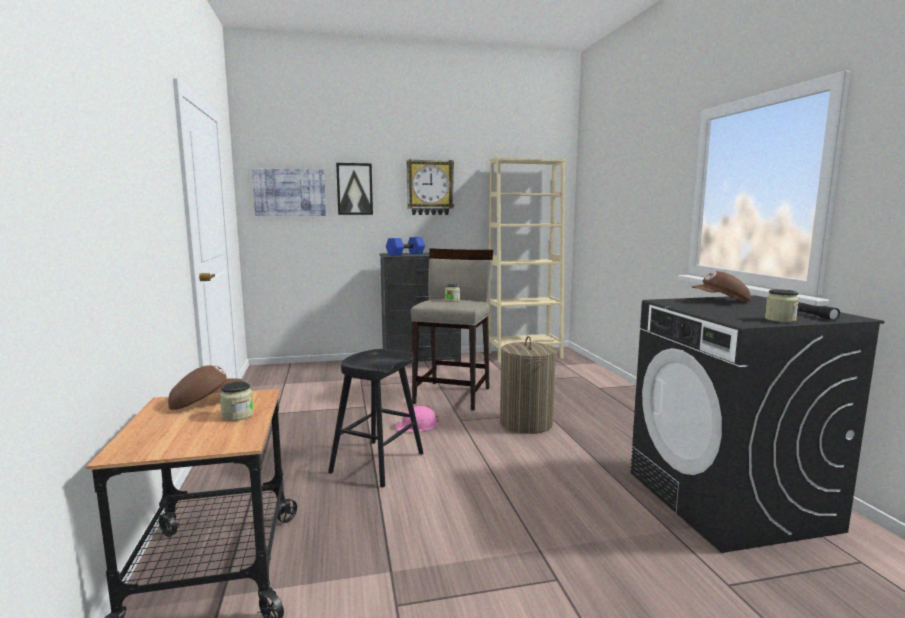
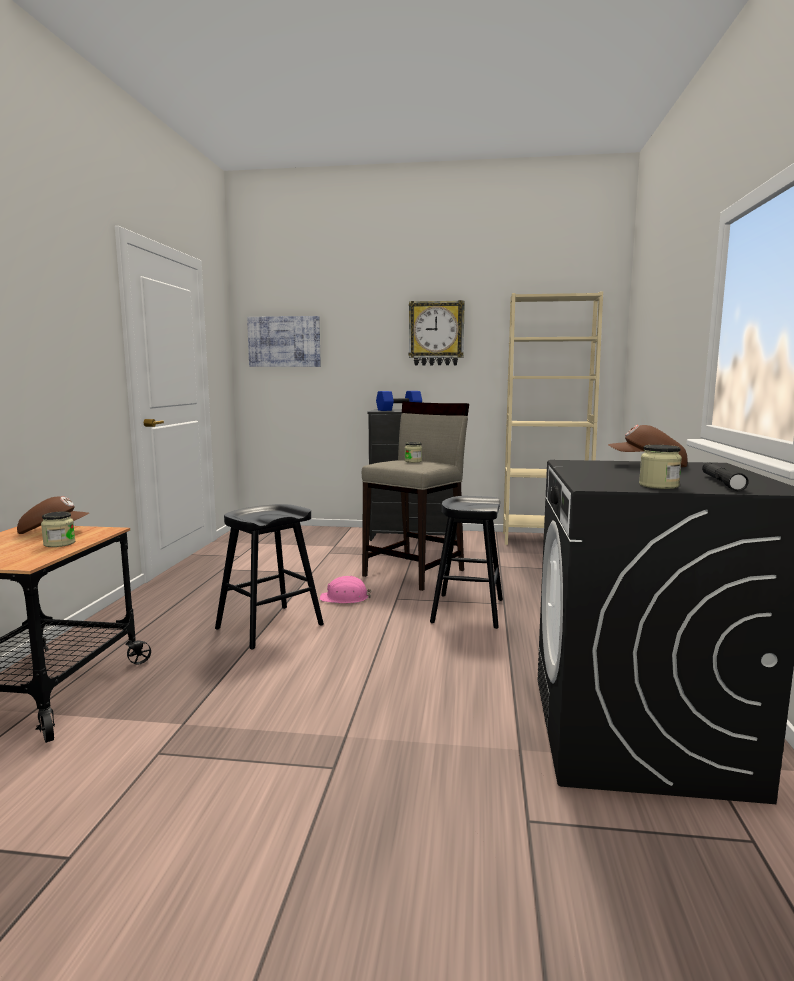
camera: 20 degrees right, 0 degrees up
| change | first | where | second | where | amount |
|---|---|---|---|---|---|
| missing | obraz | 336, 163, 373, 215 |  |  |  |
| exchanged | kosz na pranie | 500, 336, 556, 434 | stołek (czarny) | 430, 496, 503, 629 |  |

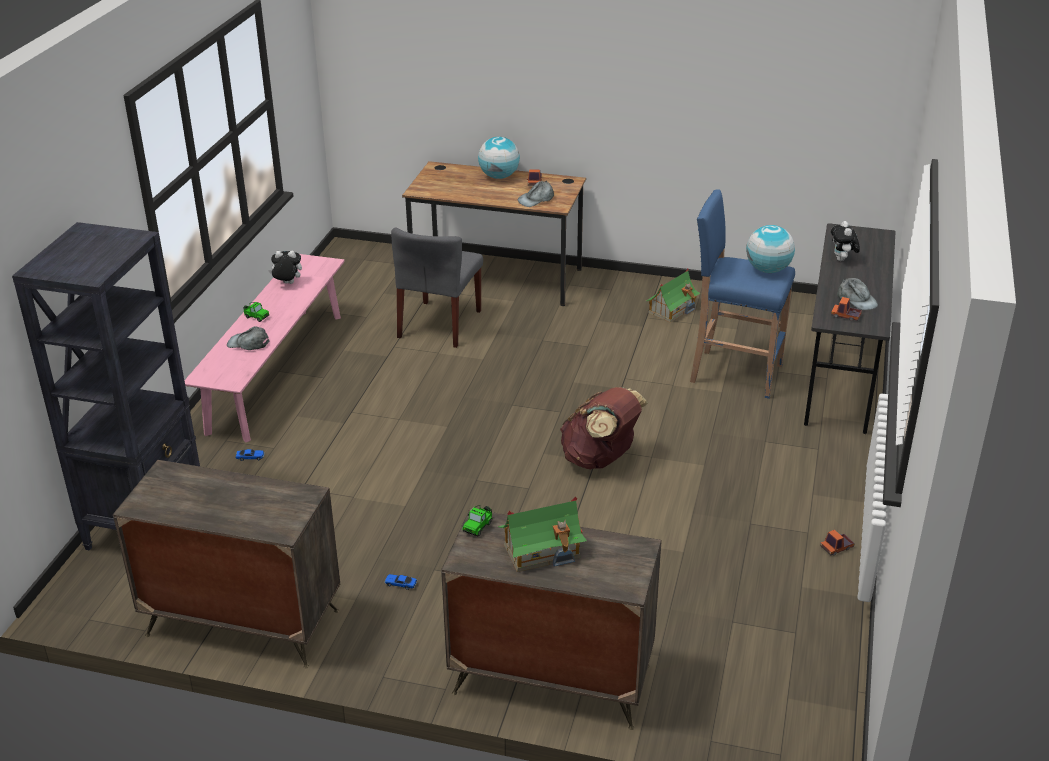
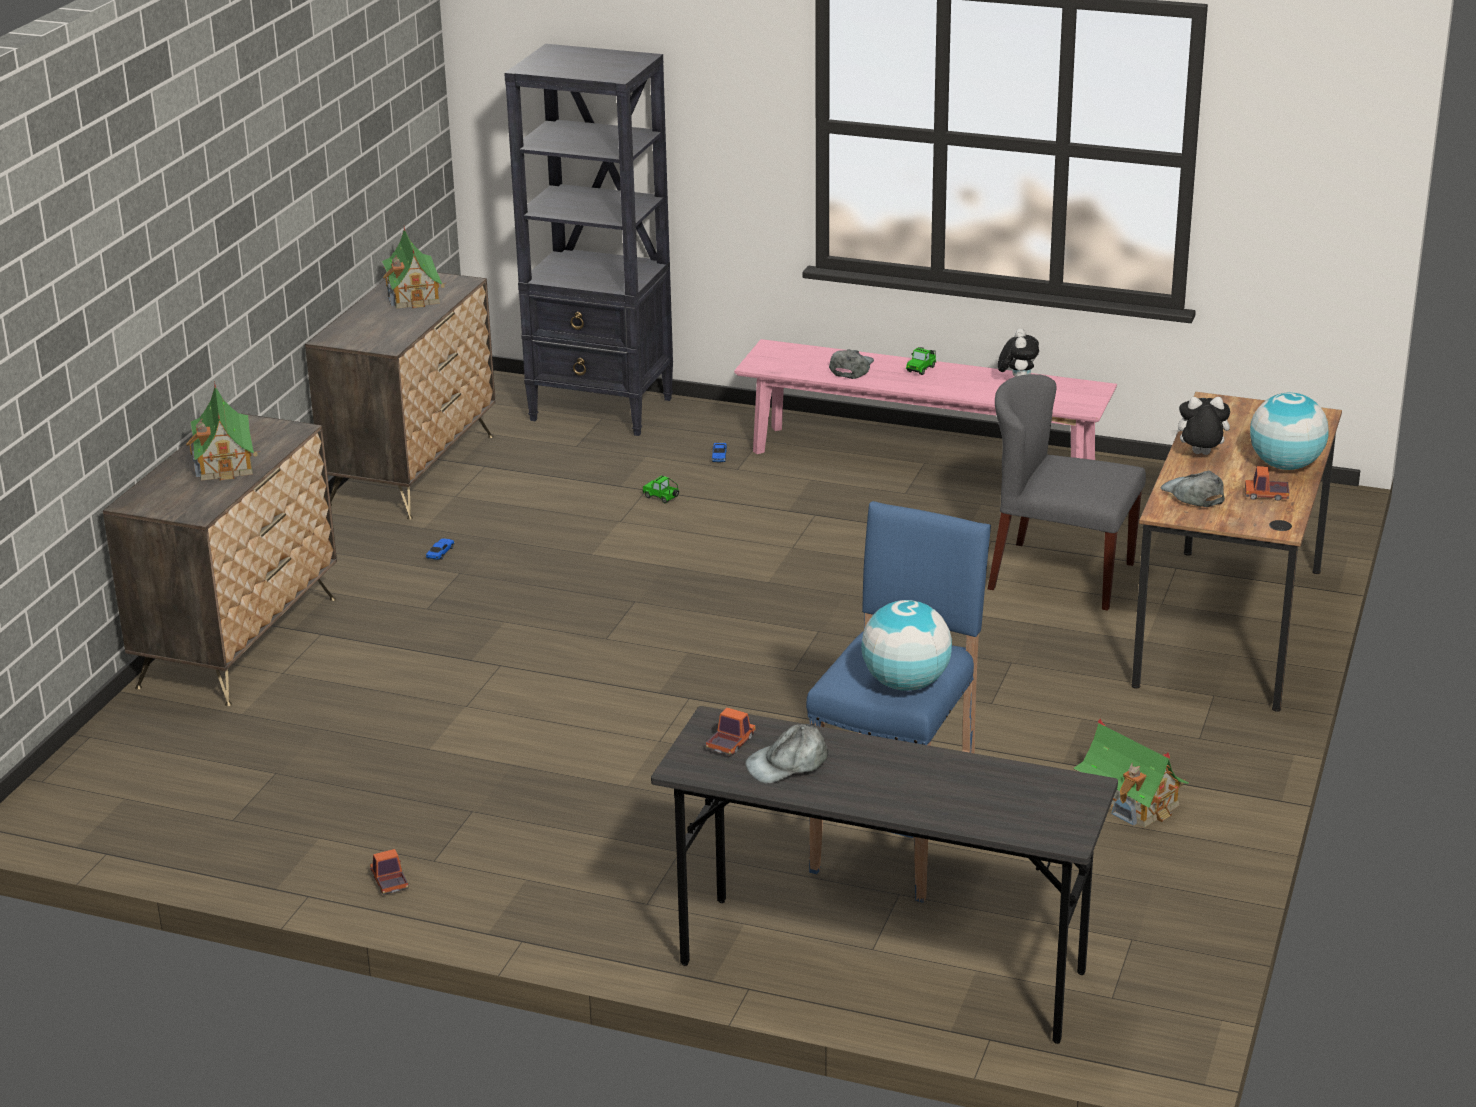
camera: 95 degrees right, 5 degrees down
| change | first | where | second | where | amount |
|---|---|---|---|---|---|
| relocated | pluszak | 831, 221, 860, 261 |  | 1171, 397, 1230, 455 |  |
| missing | plecak (brązowy) | 560, 387, 648, 469 |  |  |  |
| relocated | samochodzik | 462, 505, 493, 536 |  | 642, 476, 679, 503 |  |
| appeared |  |  | domek | 382, 227, 446, 309 |  |

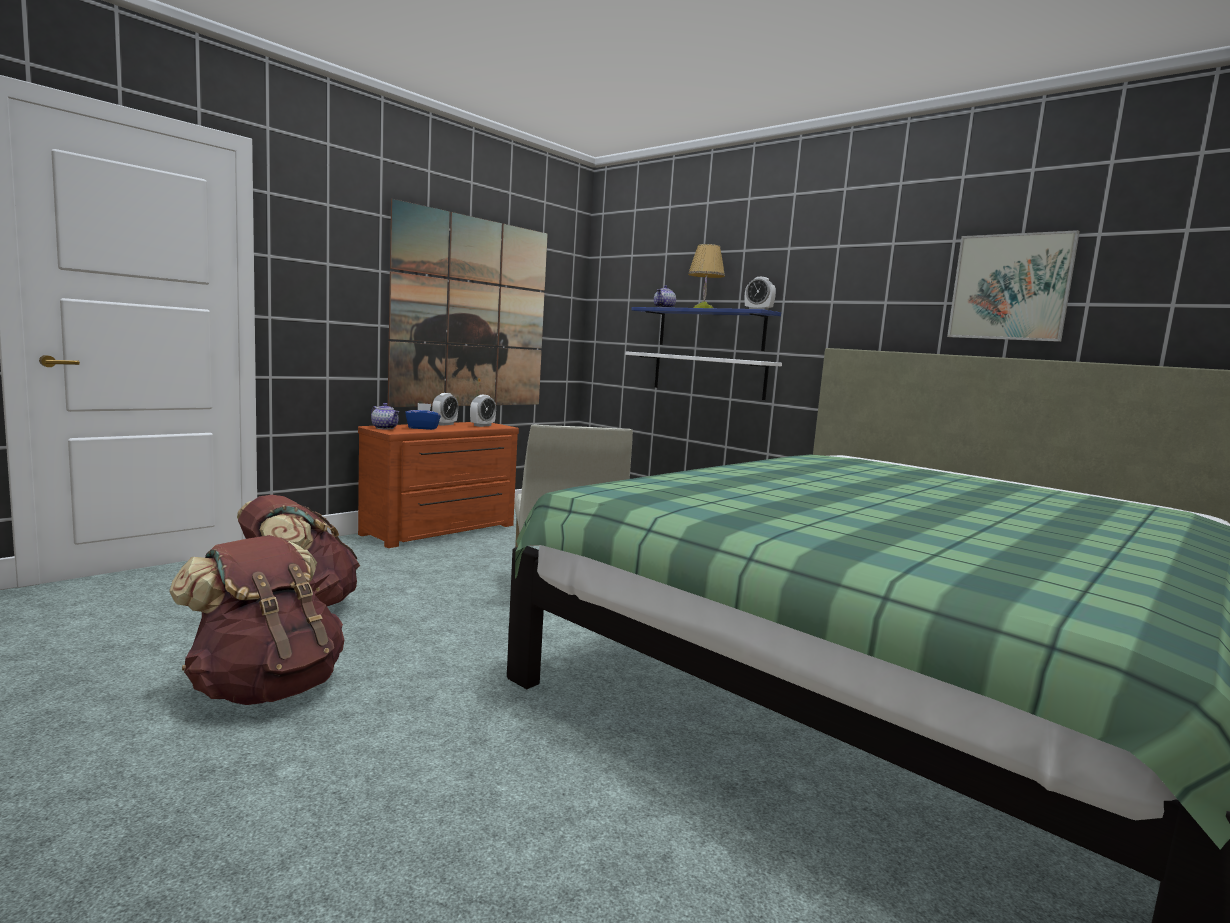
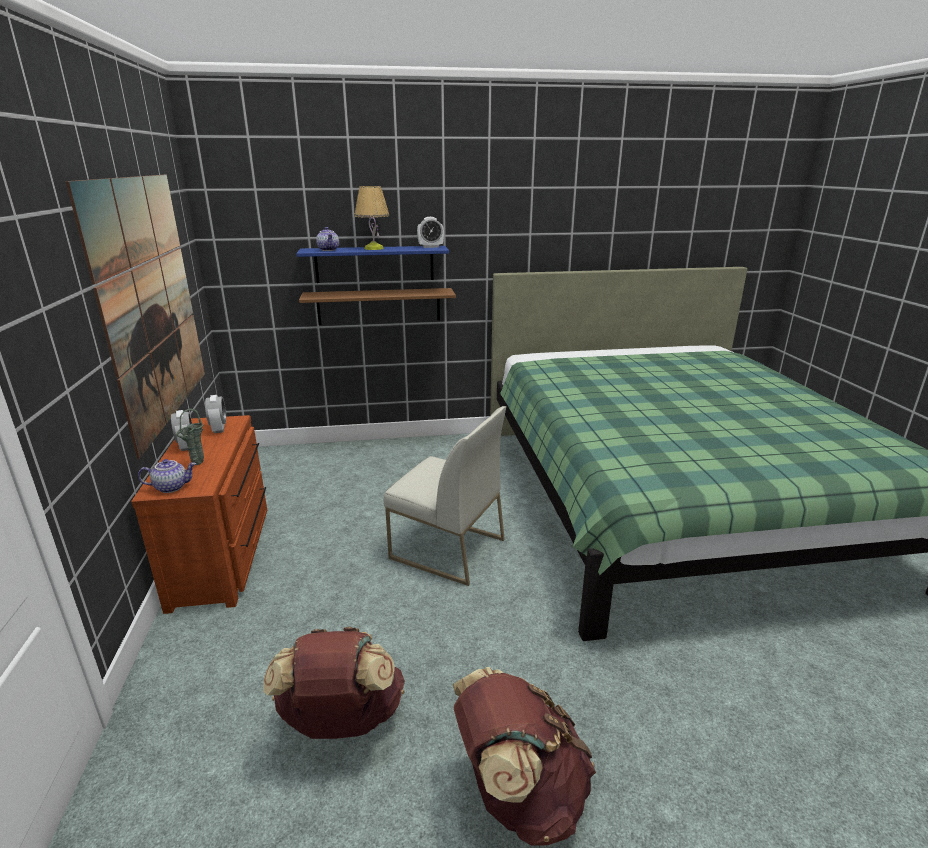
camera: 50 degrees left, 15 degrees up
| change | first | where | second | where | amount |
|---|---|---|---|---|---|
| missing | obraz | 947, 230, 1080, 342 |  |  |  |
| colour | półka (biały) | 625, 352, 782, 400 | półka (brązowy) | 299, 288, 456, 325 |  |
| exchanged | pudełko chusteczek (niebieski) | 405, 403, 441, 430 | wazon (zielony) | 176, 409, 204, 465 |  |

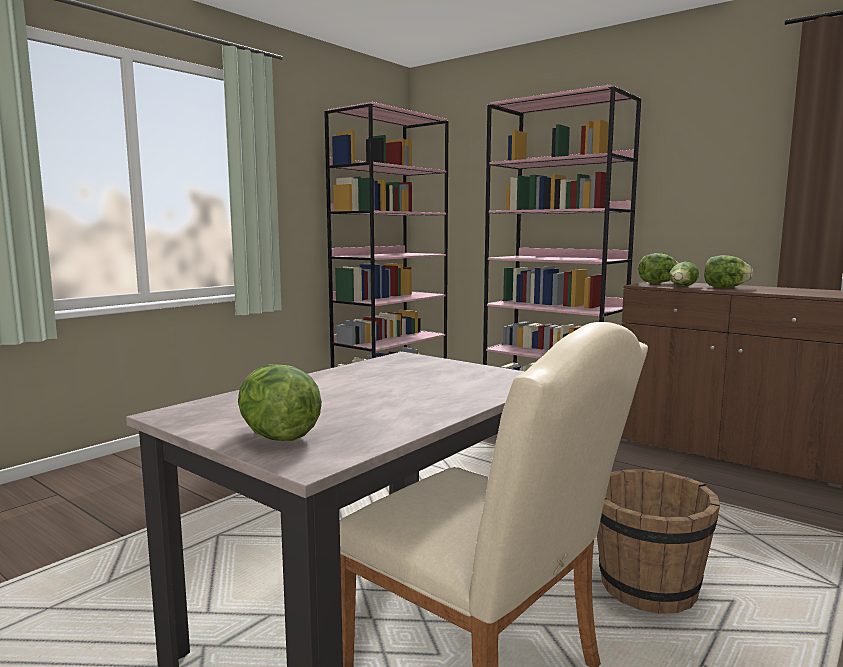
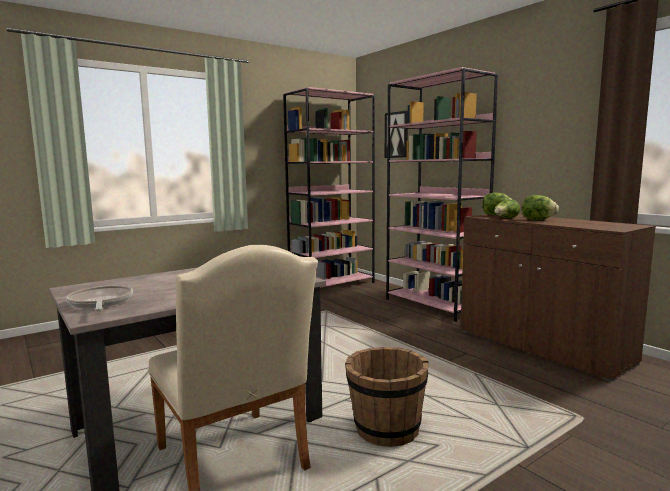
camera: 15 degrees right, 0 degrees up
| change | first | where | second | where | amount |
|---|---|---|---|---|---|
| exchanged | sałata | 238, 364, 322, 441 | patelnia | 66, 285, 133, 310 |  |
| appeared |  |  | obraz | 385, 111, 408, 158 |  |

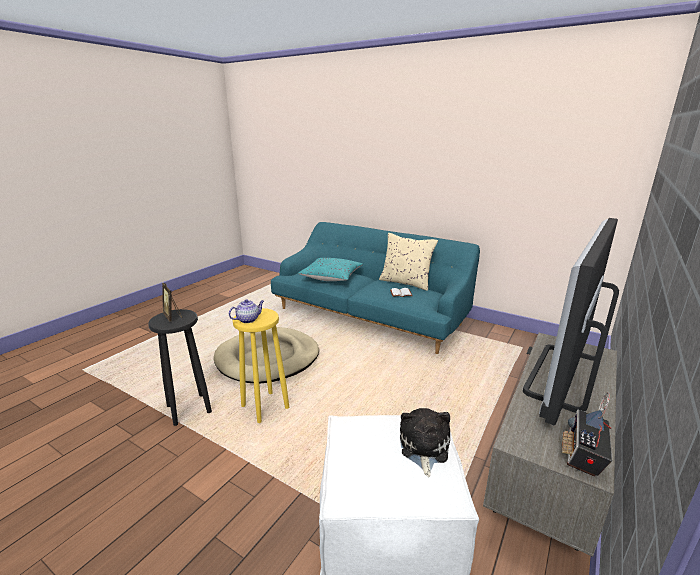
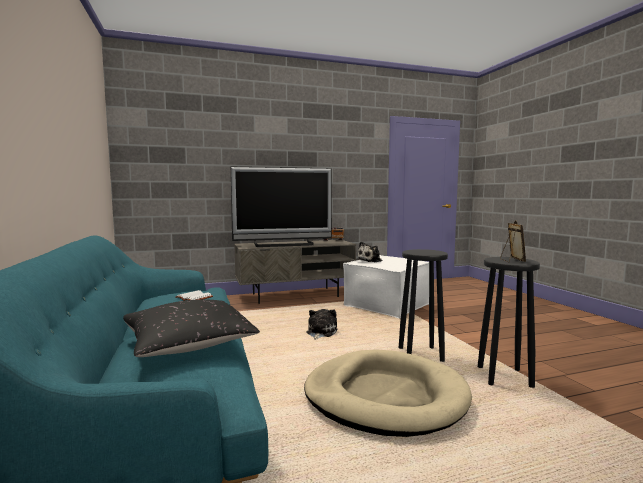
camera: 140 degrees left, 15 degrees down
| change | first | where | second | where | amount |
|---|---|---|---|---|---|
| missing | poduszka (beżowy) | 379, 233, 438, 291 |  |  |  |
| colour | poduszka (turkusowy) | 298, 258, 363, 281 | poduszka (czarny) | 123, 299, 260, 357 |  |
| missing | imbryk | 229, 299, 264, 323 |  |  |  |
| colour | stołek (żółty) | 233, 308, 289, 423 | stołek (czarny) | 399, 249, 448, 362 |  |
| appeared |  |  | pluszak | 306, 309, 337, 340 |  |

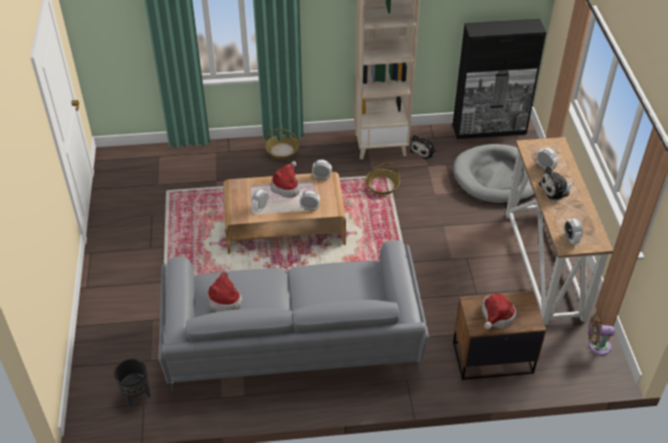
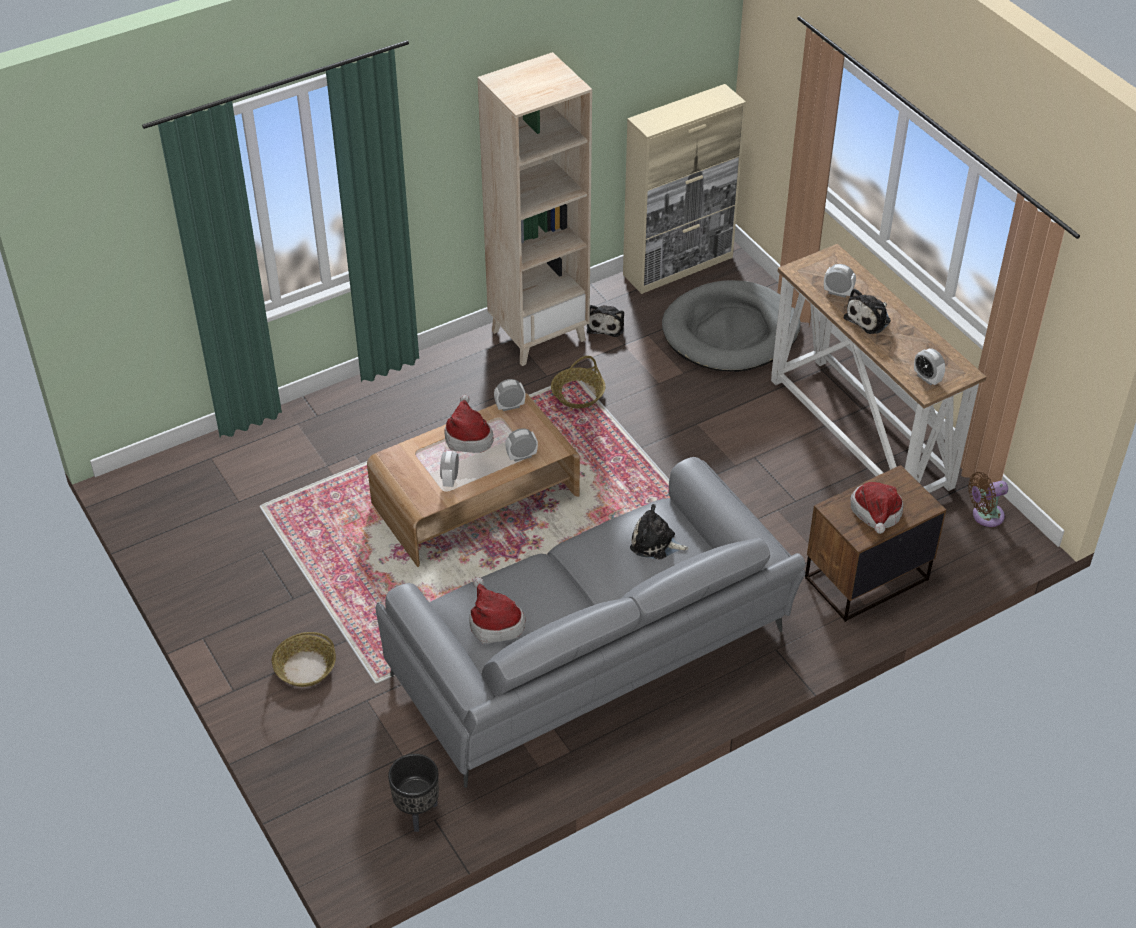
camera: 25 degrees left, 0 degrees up
| change | first | where | second | where | amount |
|---|---|---|---|---|---|
| colour | szafka (czarny) | 453, 19, 546, 139 | szafka (beżowy) | 623, 84, 746, 294 |  |
| relocated | koszyk | 265, 129, 299, 159 |  | 272, 632, 336, 687 |  |
| appeared |  |  | pluszak | 630, 504, 689, 560 |  |

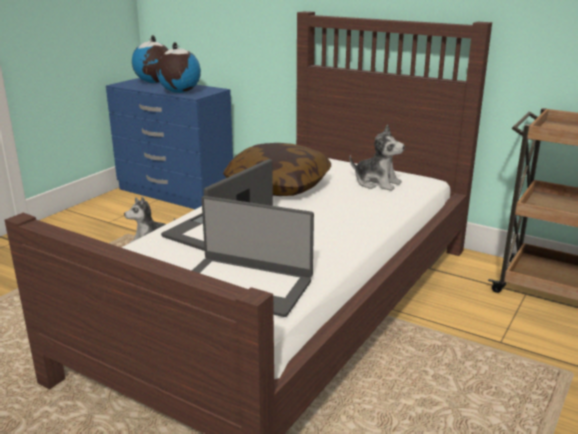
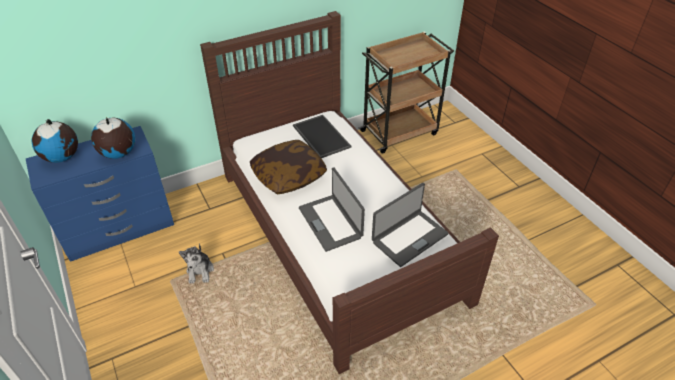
camera: 60 degrees left, 20 degrees up
| change | first | where | second | where | amount |
|---|---|---|---|---|---|
| exchanged | pluszak | 350, 125, 405, 191 | taca | 293, 115, 351, 158 |  |

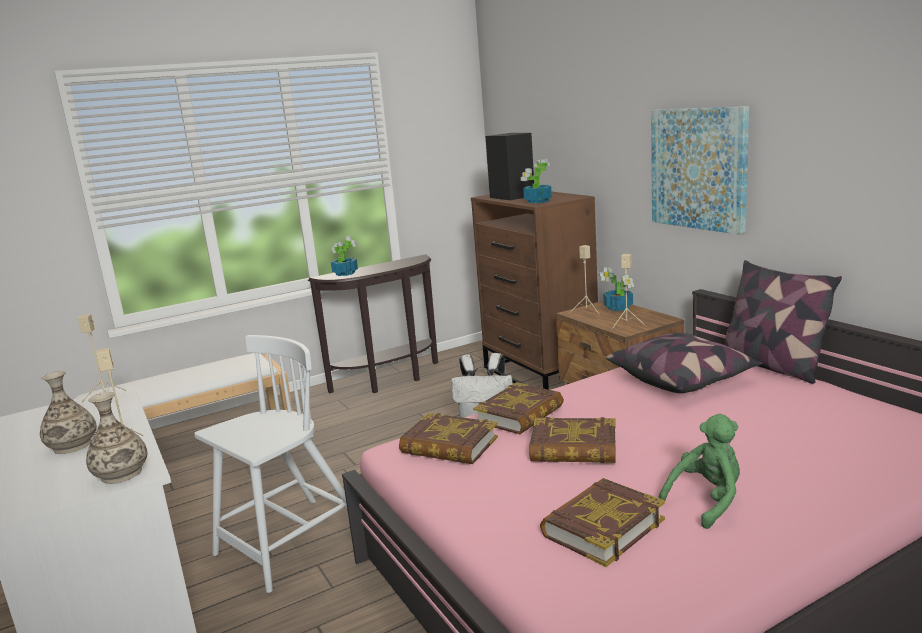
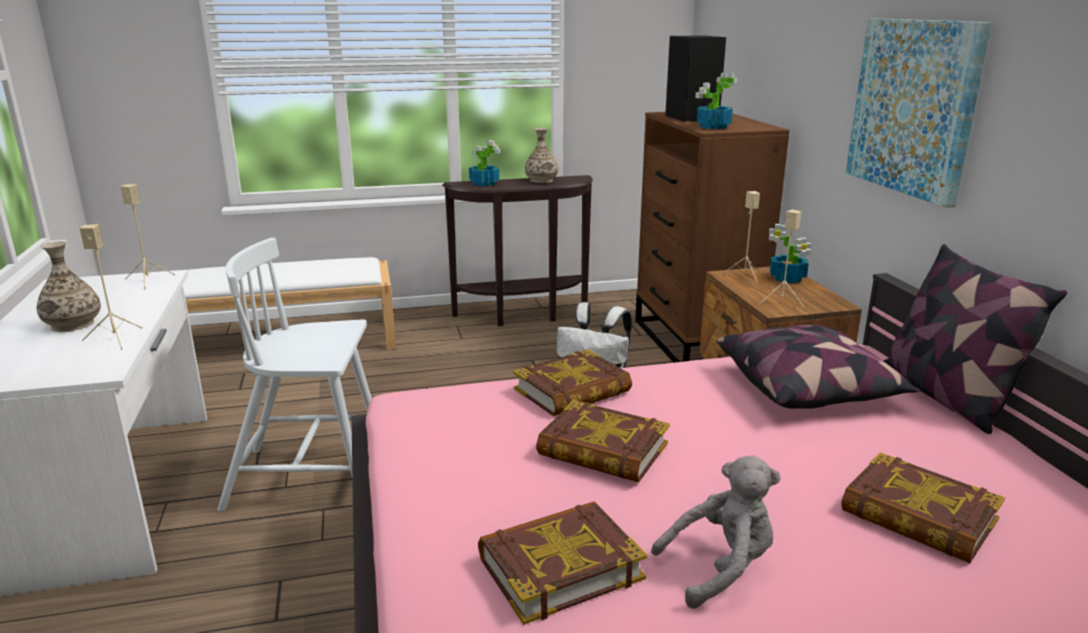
camera: 15 degrees right, 5 degrees up
| change | first | where | second | where | amount |
|---|---|---|---|---|---|
| spun | krzesło (biały) | 194, 335, 347, 593 |  | 217, 238, 372, 511 | 150 degrees counterclockwise |
| relocated | wazon | 86, 392, 147, 484 |  | 525, 128, 558, 183 |  |
| relocated | książka | 399, 413, 498, 464 |  | 841, 452, 1005, 563 |  |
| colour | pluszak (zielony) | 658, 414, 740, 529 | pluszak (szary) | 651, 455, 781, 609 |  |

